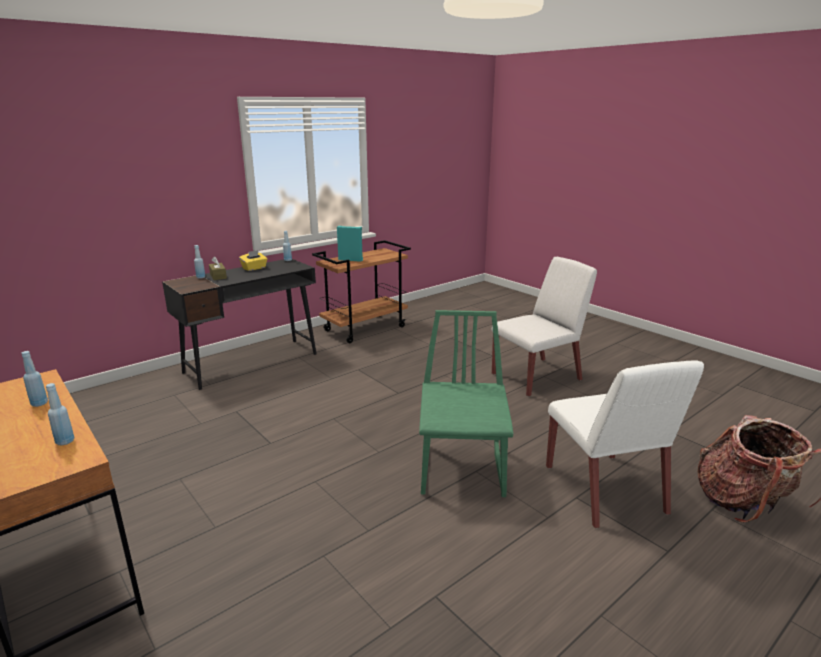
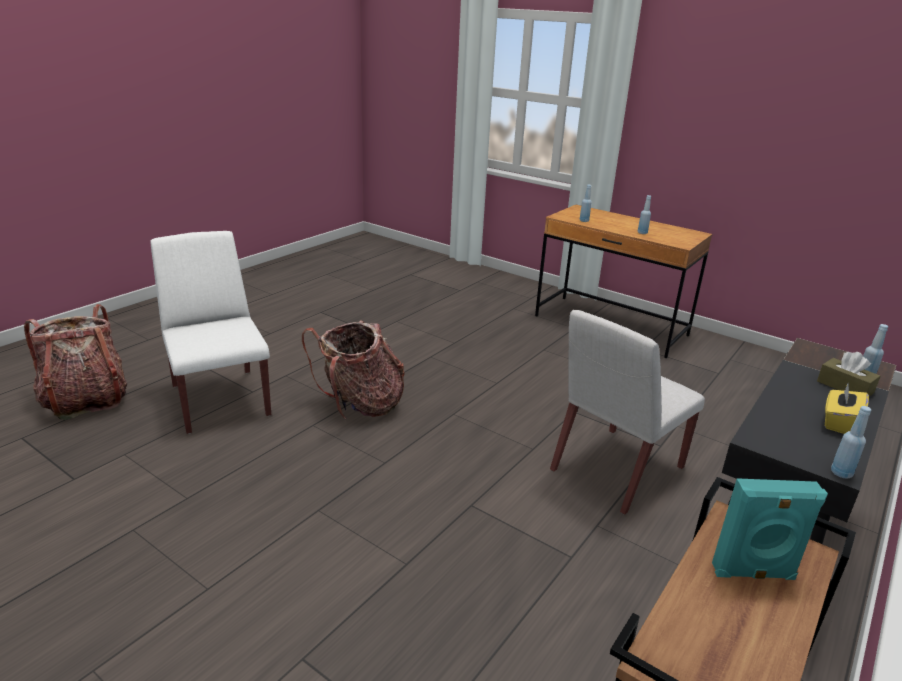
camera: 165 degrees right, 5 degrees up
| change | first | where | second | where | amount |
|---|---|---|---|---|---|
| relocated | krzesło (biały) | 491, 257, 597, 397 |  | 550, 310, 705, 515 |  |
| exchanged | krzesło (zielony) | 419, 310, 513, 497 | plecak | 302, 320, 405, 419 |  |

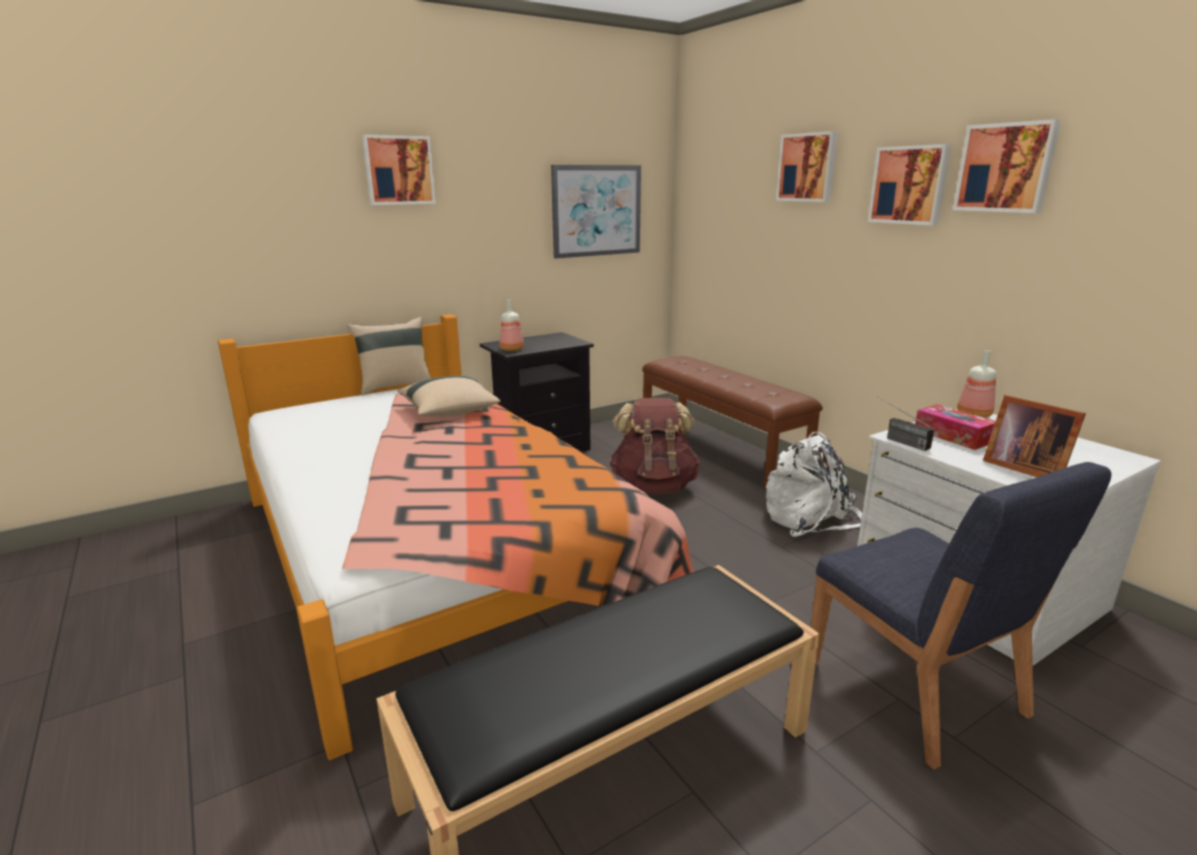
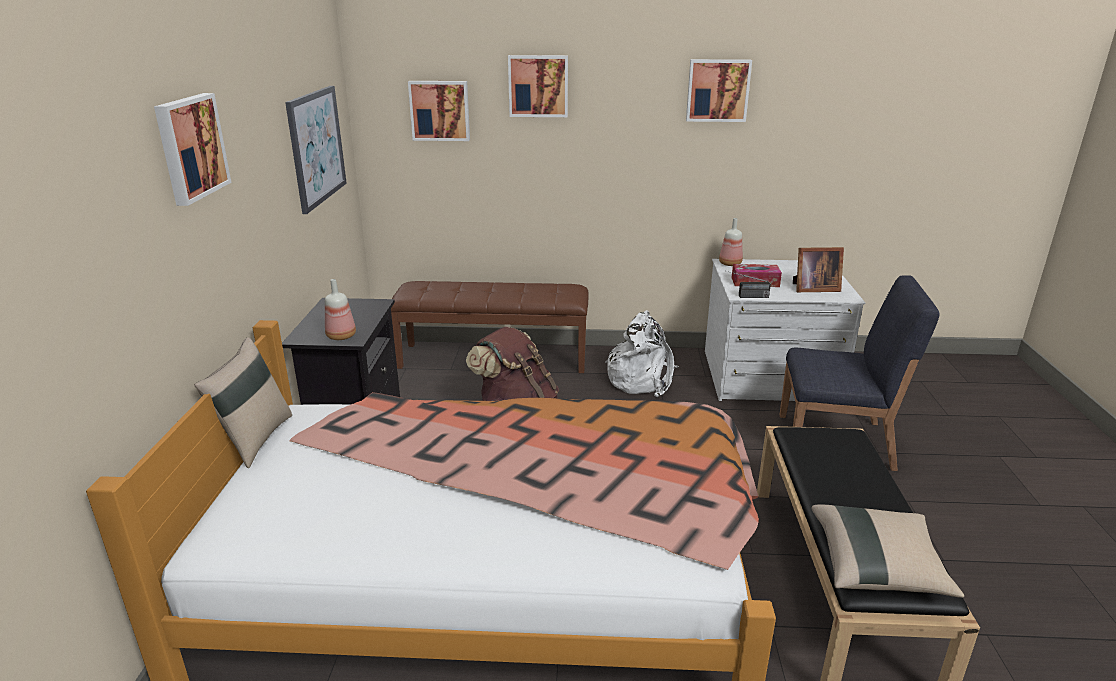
camera: 55 degrees left, 5 degrees up
| change | first | where | second | where | amount |
|---|---|---|---|---|---|
| relocated | obraz | 868, 144, 952, 226 |  | 408, 81, 470, 141 |  |
| relocated | poduszka (beżowy) | 399, 375, 501, 417 |  | 811, 505, 964, 598 |  |

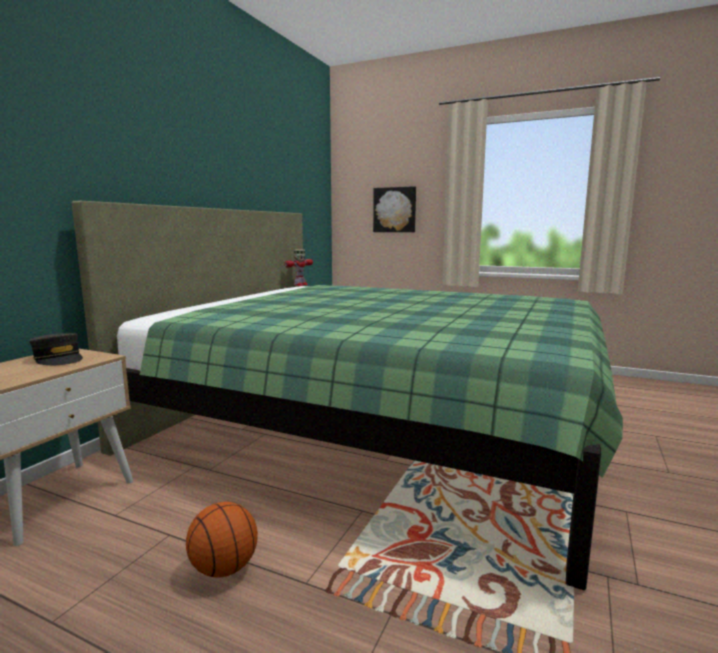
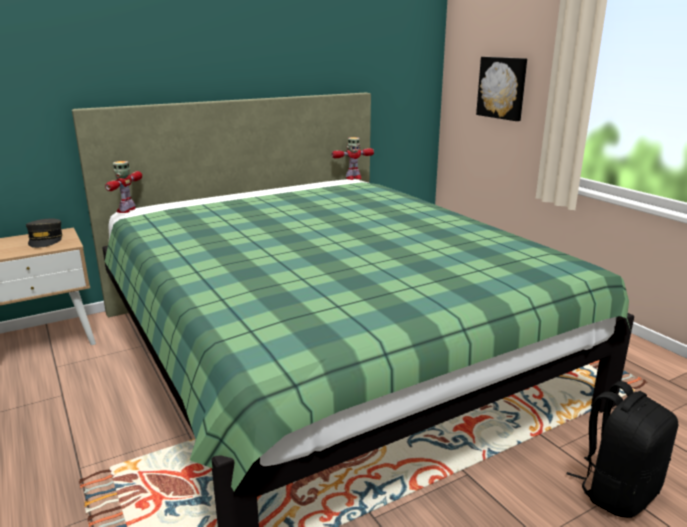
camera: 35 degrees right, 10 degrees up
| change | first | where | second | where | amount |
|---|---|---|---|---|---|
| missing | piłka do koszykówki | 186, 502, 258, 578 |  |  |  |
| appeared |  |  | robot zabawkowy | 105, 161, 142, 213 |  |
| appeared |  |  | plecak (czarny) | 566, 381, 678, 518 |  |

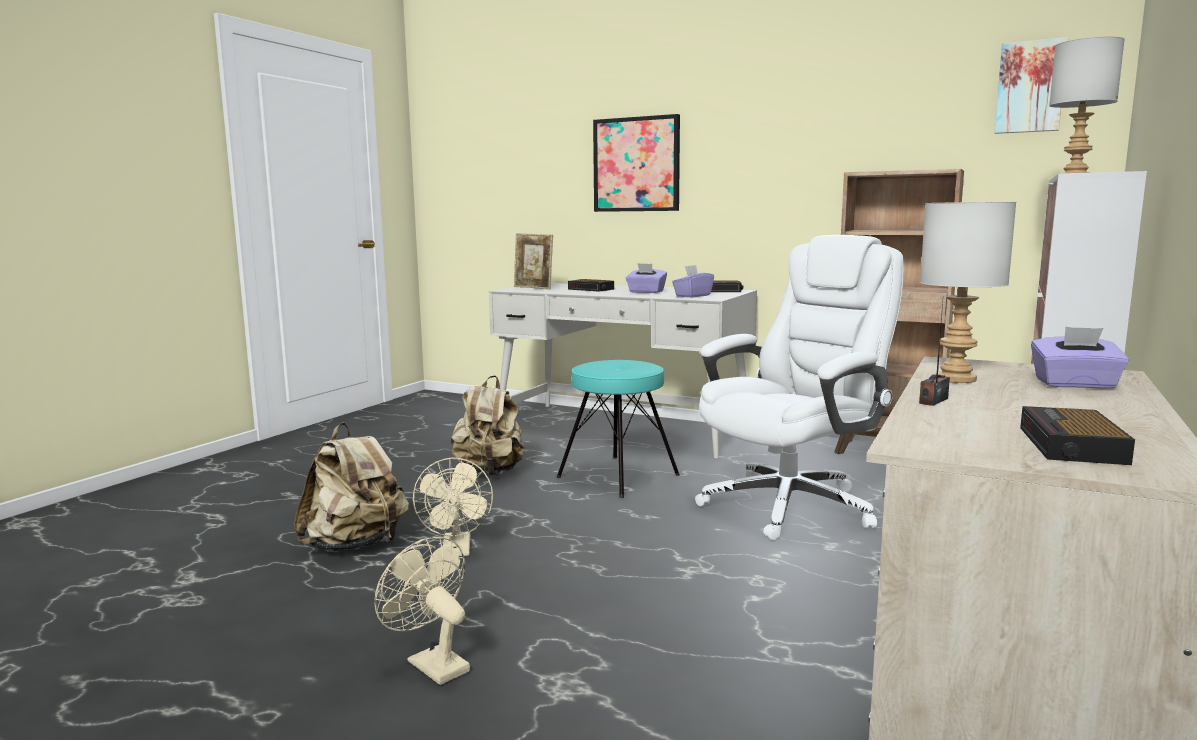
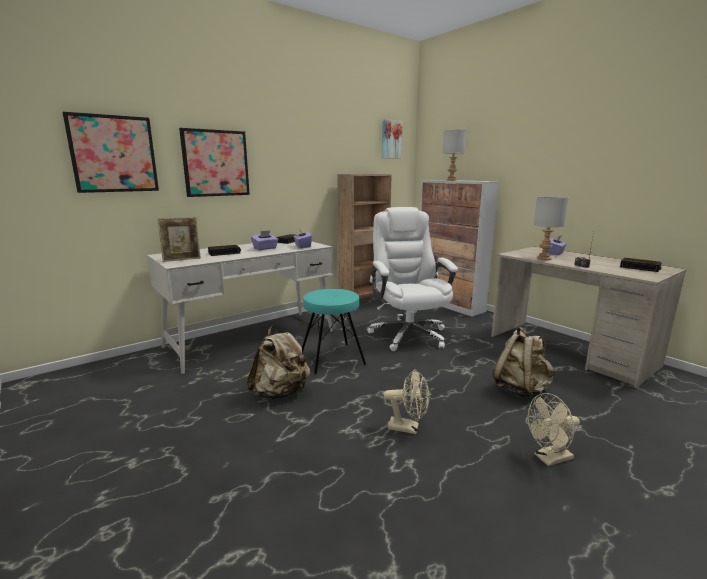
camera: 65 degrees left, 5 degrees up
| change | first | where | second | where | amount |
|---|---|---|---|---|---|
| relocated | plecak (beżowy) | 294, 422, 409, 552 |  | 493, 327, 555, 398 |  |
| appeared |  |  | obraz | 63, 112, 159, 193 |  |

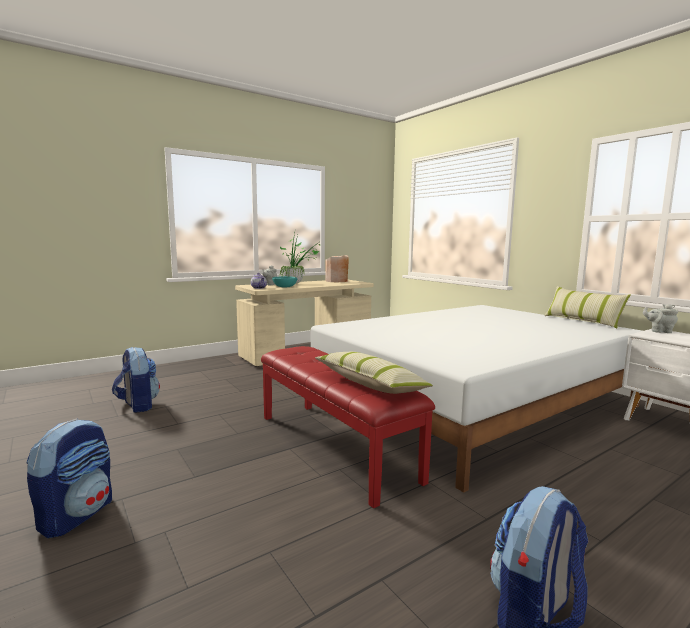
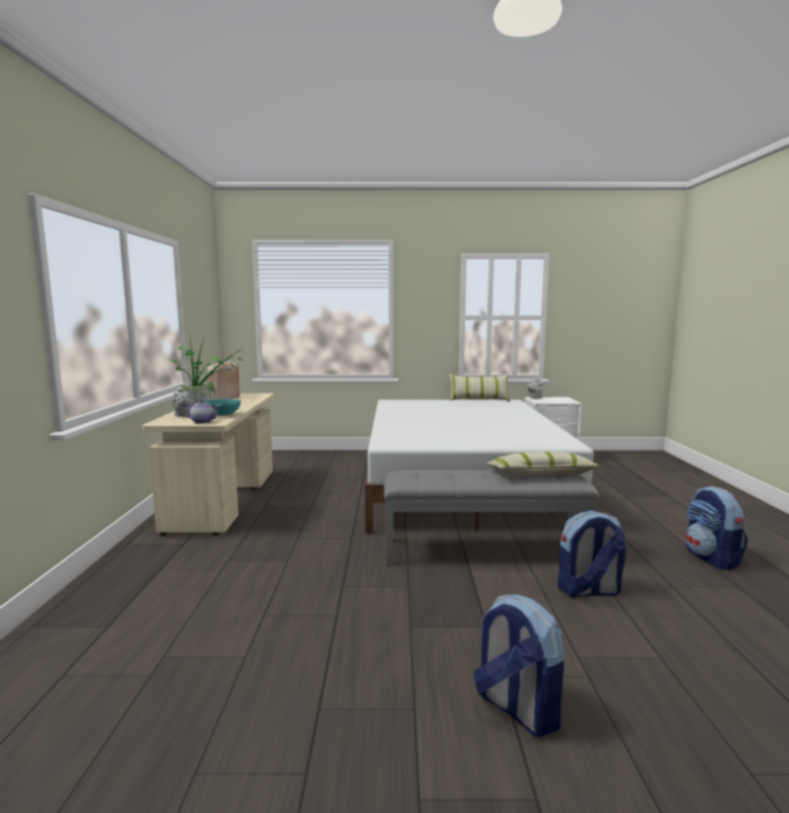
camera: 55 degrees left, 0 degrees up
| change | first | where | second | where | amount |
|---|---|---|---|---|---|
| colour | ławka (czerwony) | 261, 346, 435, 508 | ławka (szary) | 384, 470, 600, 565 |  |
| relocated | plecak | 112, 347, 160, 413 |  | 558, 511, 626, 597 |  |

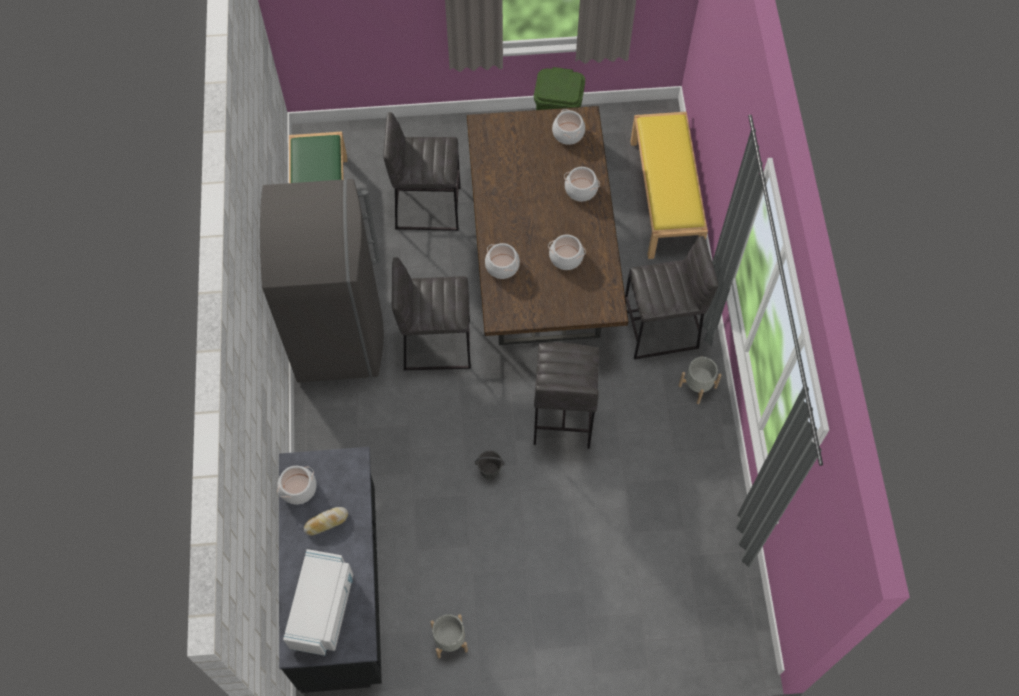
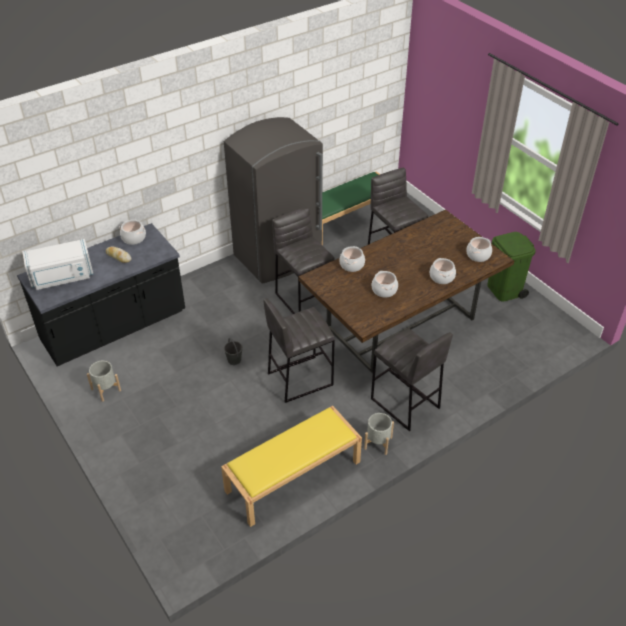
camera: 60 degrees right, 20 degrees down
| change | first | where | second | where | amount |
|---|---|---|---|---|---|
| relocated | ławka (żółty) | 631, 112, 708, 259 |  | 221, 406, 362, 527 |  |

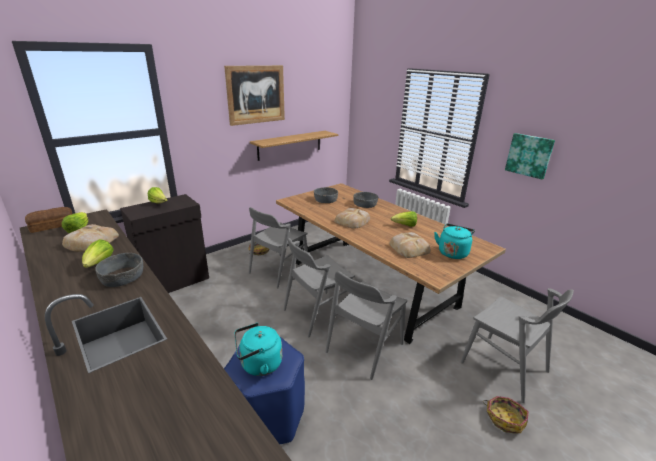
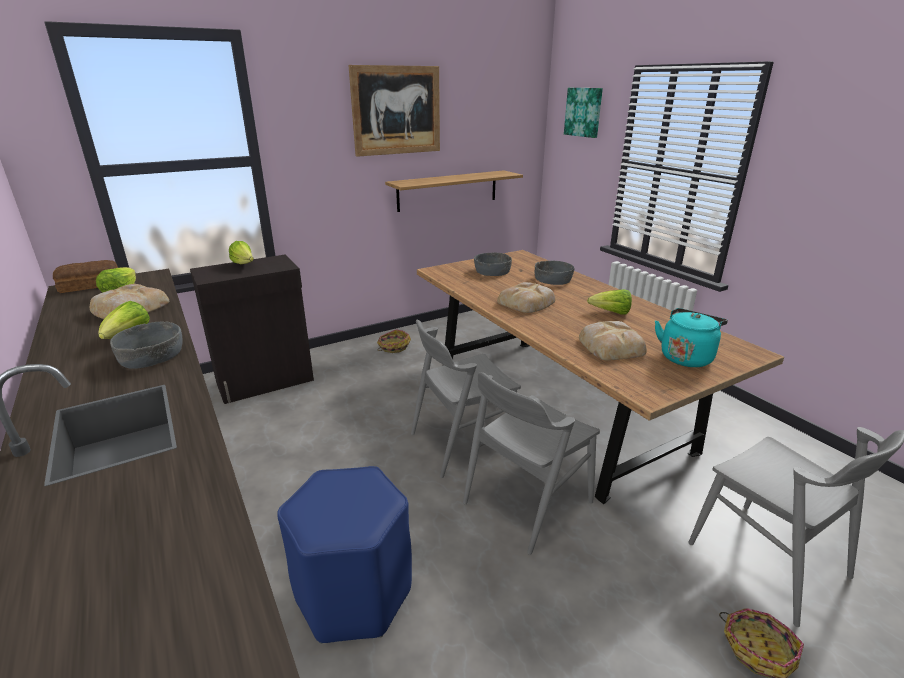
camera: 10 degrees right, 0 degrees up
| change | first | where | second | where | amount |
|---|---|---|---|---|---|
| relocated | obraz | 505, 133, 555, 179 |  | 564, 88, 603, 138 |  |
| missing | krzesło (szary) | 249, 207, 308, 289 |  |  |  |
| missing | czajnik (turkusowy) | 234, 323, 282, 376 |  |  |  |

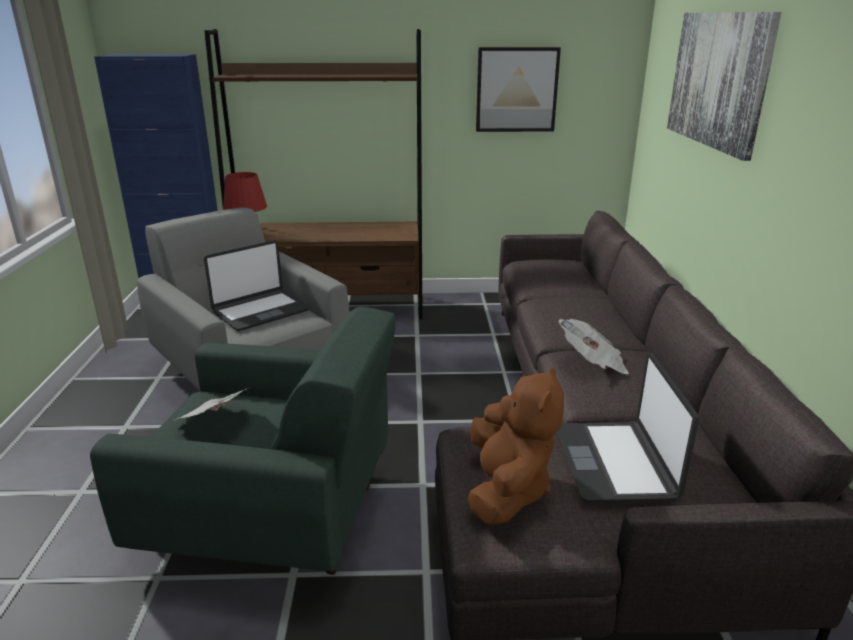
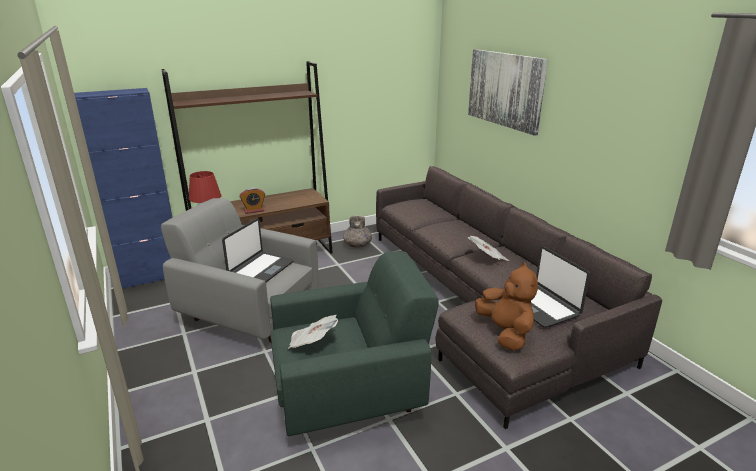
camera: 25 degrees left, 0 degrees up
| change | first | where | second | where | amount |
|---|---|---|---|---|---|
| missing | obraz | 476, 47, 561, 132 |  |  |  |
| appeared |  |  | budzik | 239, 188, 265, 214 |  |
| appeared |  |  | wazon (szary) | 343, 215, 372, 248 |  |

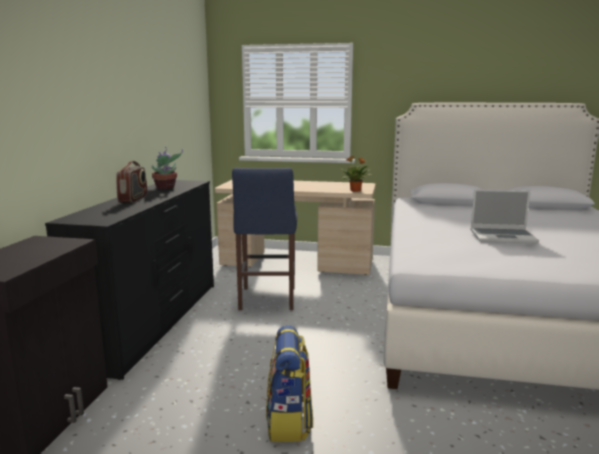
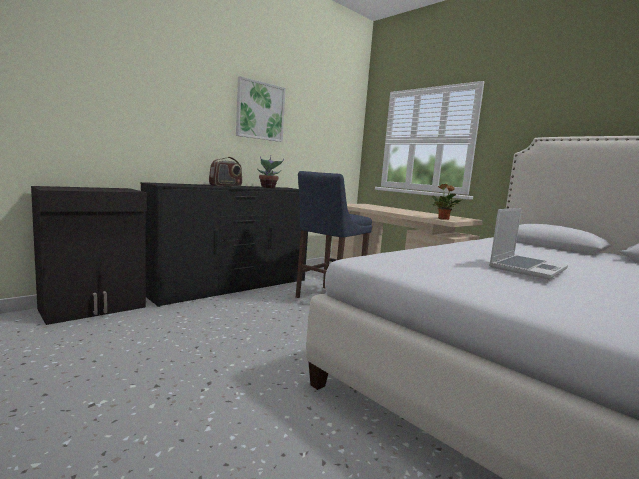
camera: 35 degrees right, 5 degrees down
| change | first | where | second | where | amount |
|---|---|---|---|---|---|
| spun | laptop | 470, 189, 539, 244 |  | 489, 208, 568, 280 | 90 degrees counterclockwise |
| missing | plecak | 266, 326, 313, 442 |  |  |  |
| appeared |  |  | obraz | 236, 76, 286, 142 |  |

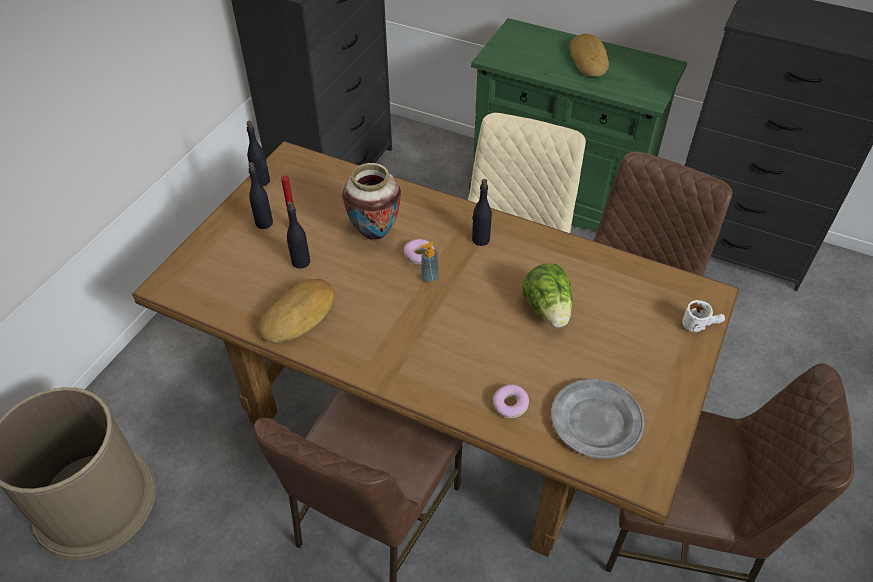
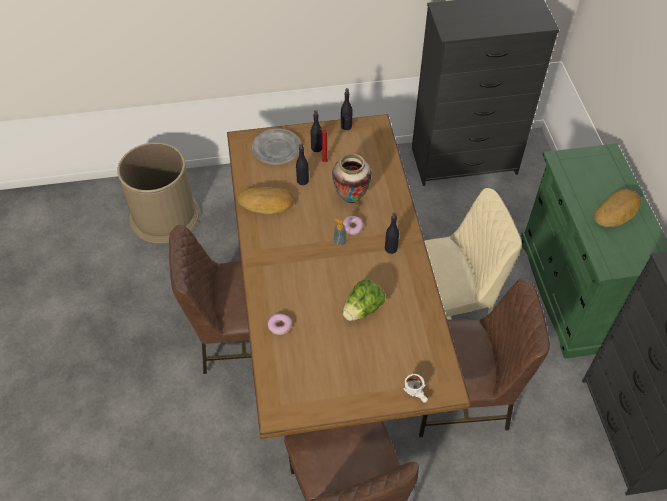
camera: 55 degrees right, 5 degrees up
| change | first | where | second | where | amount |
|---|---|---|---|---|---|
| relocated | talerz (szary) | 551, 379, 644, 459 |  | 252, 129, 301, 164 |  |

